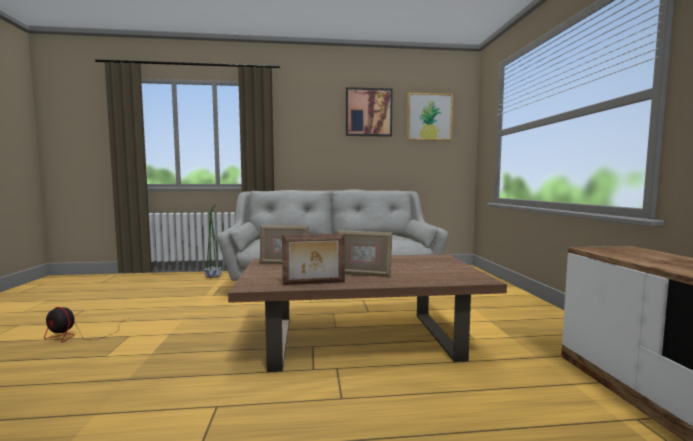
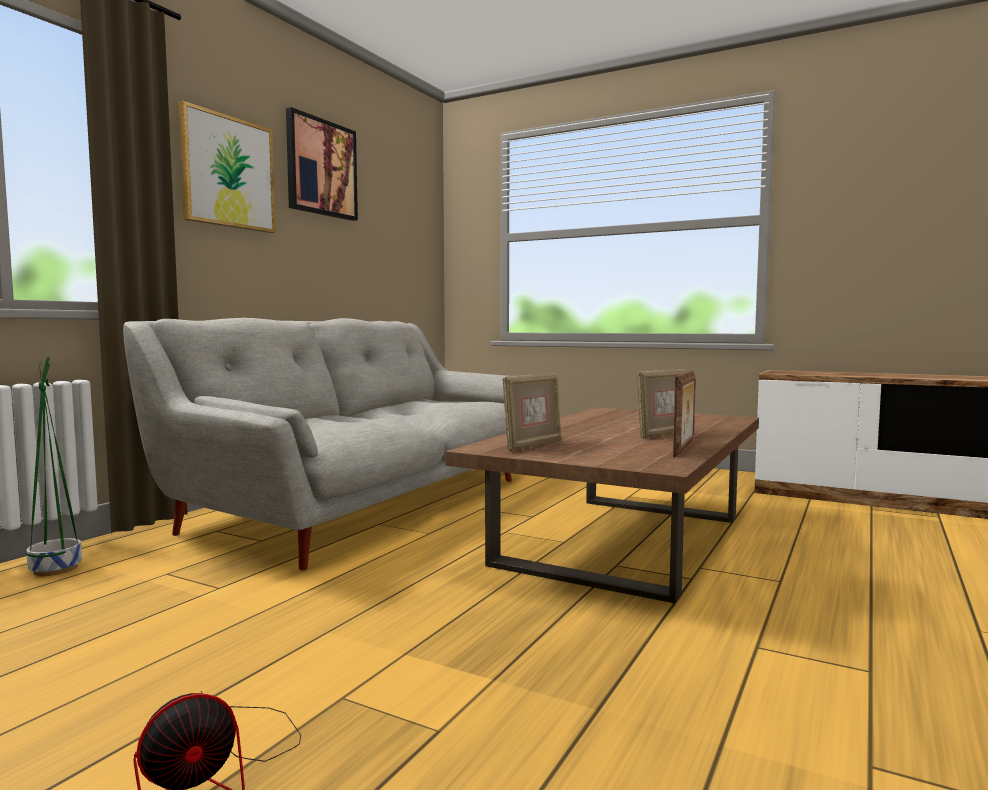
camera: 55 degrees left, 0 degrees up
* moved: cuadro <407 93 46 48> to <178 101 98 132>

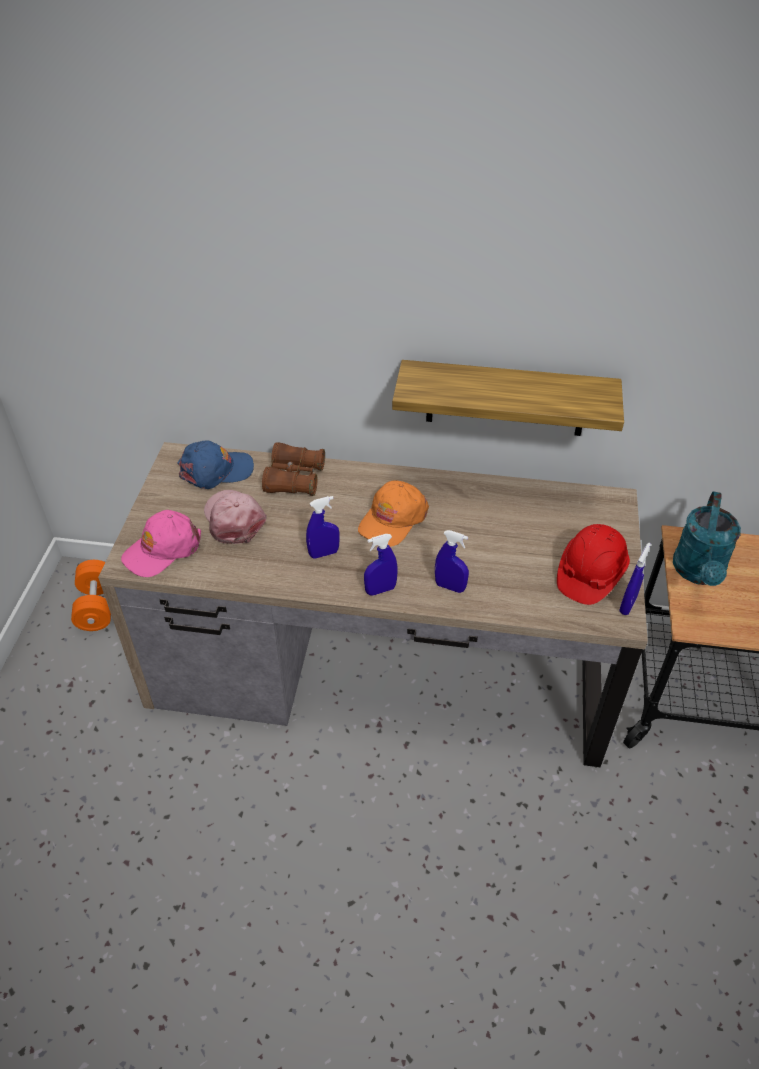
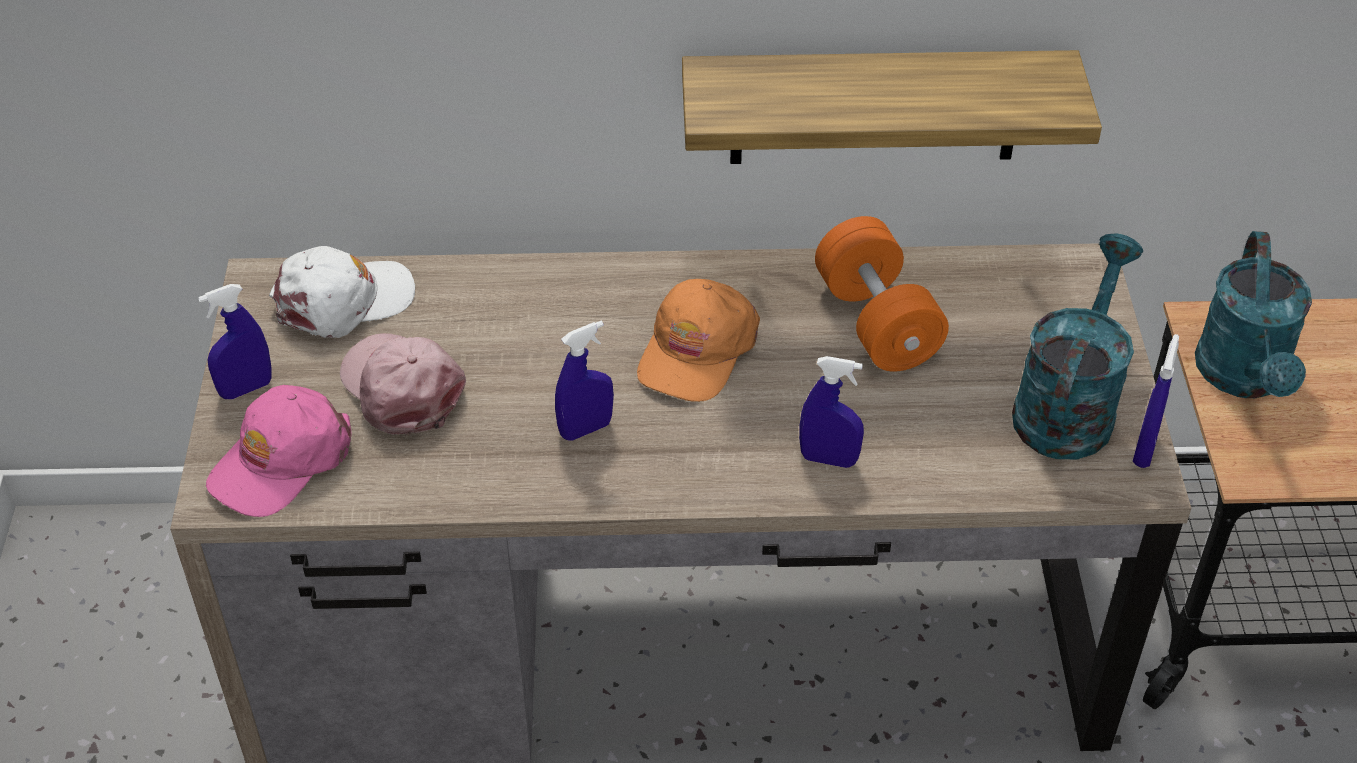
camera: 10 degrees left, 0 degrees up
* recoloured: gorra (azul) <177 440 77 49> to gorra (blanco) <269 246 146 92>
* removed: prismáticos (marrón) <262 442 63 54>
* replaced: casco (rojo) <557 524 73 81> to regadera (turquesa) <1012 233 131 226>
* moved: pulverizador (azul) <364 534 34 62> to <198 284 74 115>
* moved: mancuerna (naranja) <71 560 40 71> to <815 216 134 156>

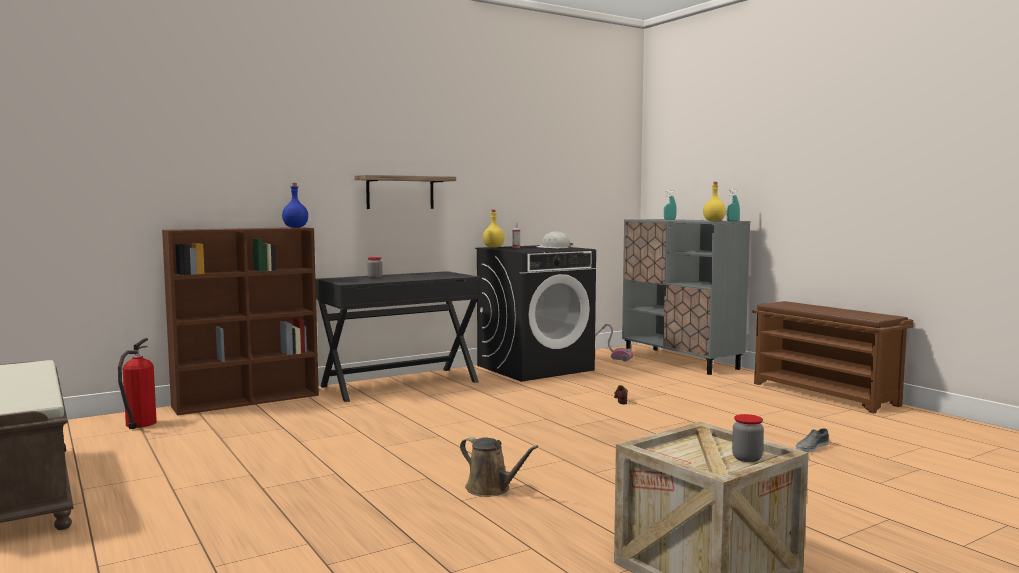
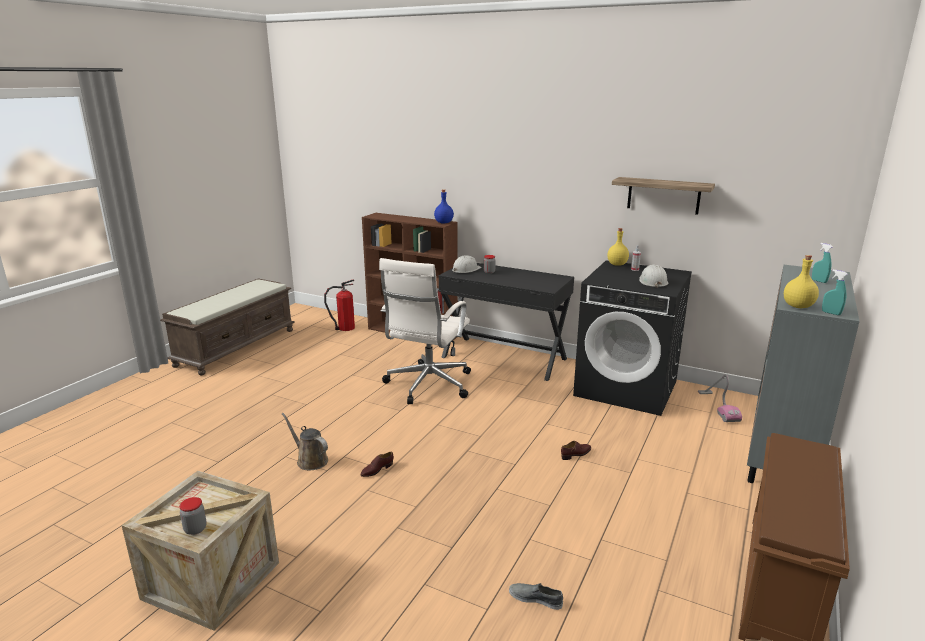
camera: 60 degrees right, 15 degrees up
* moved: estante <354 175 102 34> to <612 177 103 38>
* turned: regadera (marrón) <460 437 79 60> = <282 413 46 57> 120 degrees clockwise
* added: casco (blanco) <452 255 30 18>
* added: silla de oficina (blanco) <379 258 92 146>
* added: zapato (marrón) <360 452 34 25>

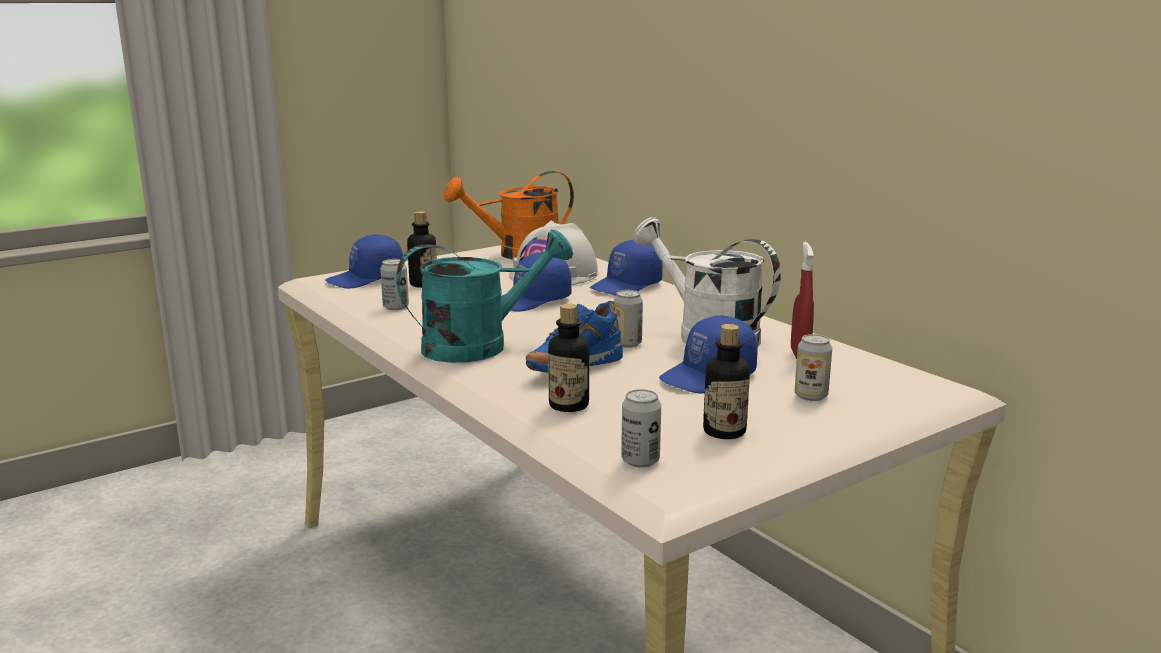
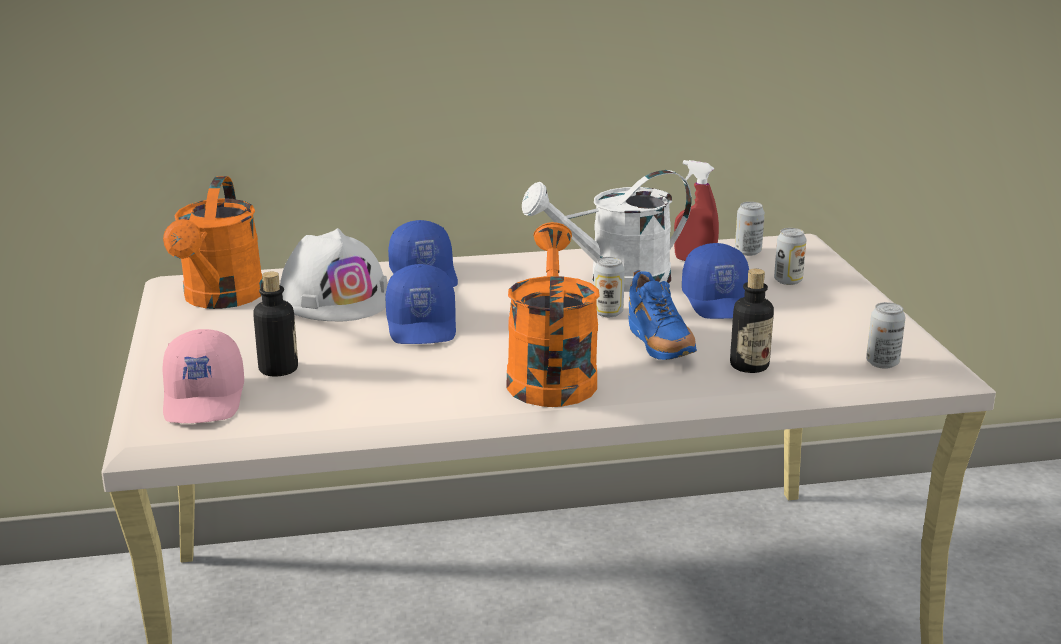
camera: 65 degrees left, 5 degrees up
* recoloured: regadera (turquesa) <396 229 177 134> to regadera (naranja) <507 222 93 185>
* recoloured: gorra (azul) <325 234 78 55> to gorra (rosa) <162 329 82 94>
* moved: lata <380 259 29 51> to <735 202 30 54>
* removed: botella <703 324 47 115>

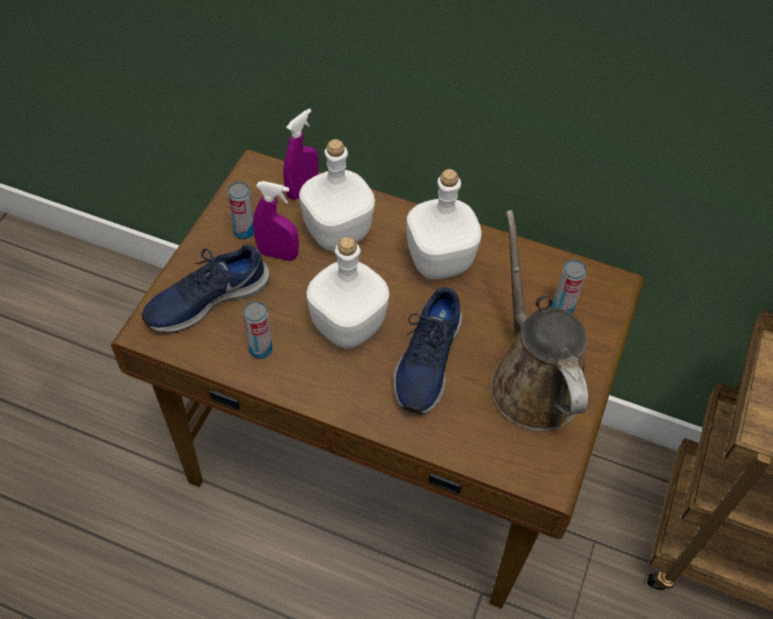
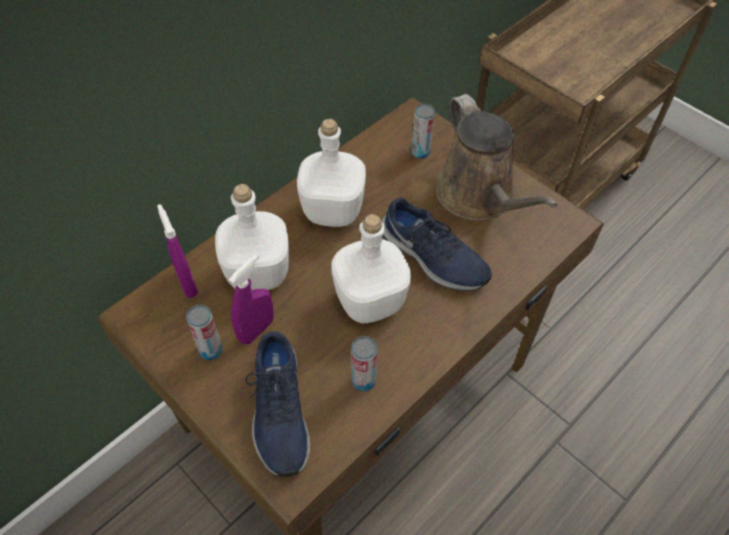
camera: 65 degrees left, 0 degrees up
* turned: regadera (marrón) <490 210 98 222> = <436 94 122 127> 120 degrees counterclockwise

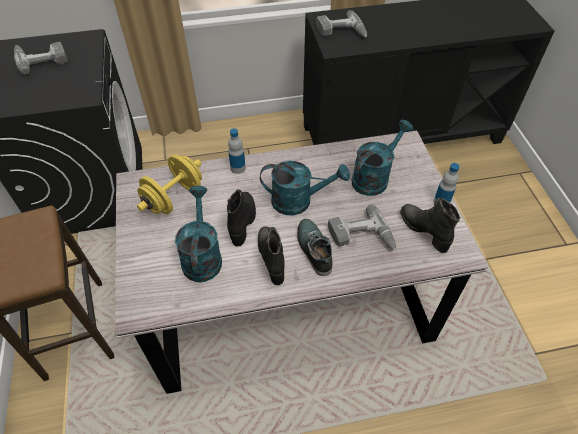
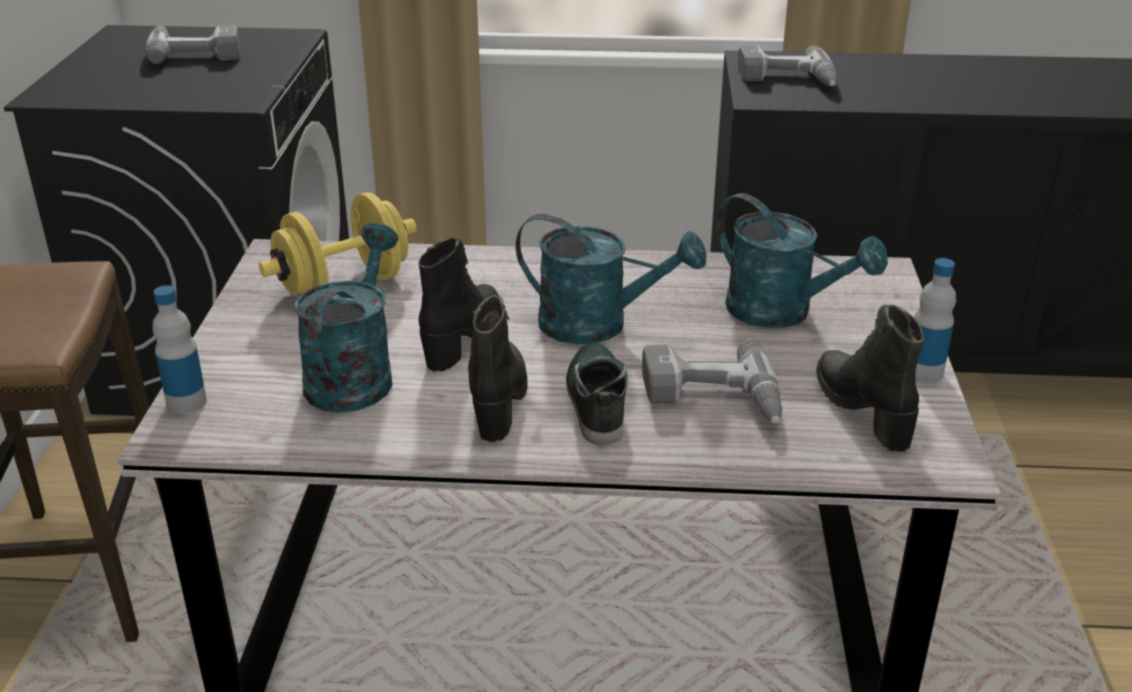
camera: 15 degrees right, 20 degrees down
* turned: regadera (turquesa) <352 120 61 76> = <717 193 171 135> 75 degrees clockwise
* moved: botella <228 128 18 46> to <153 285 54 129>

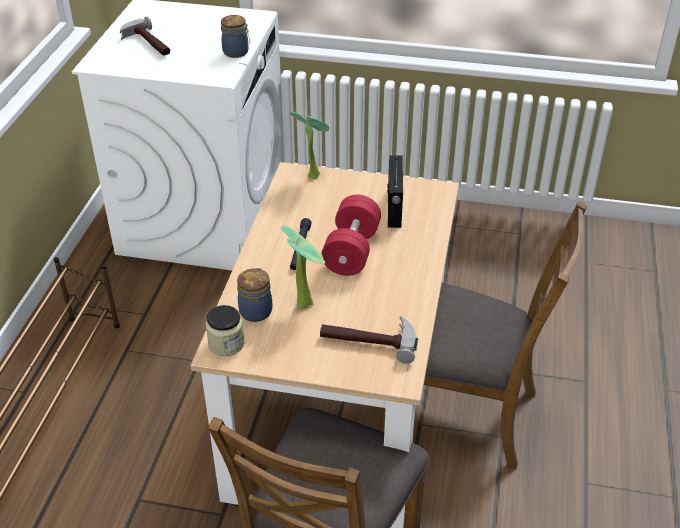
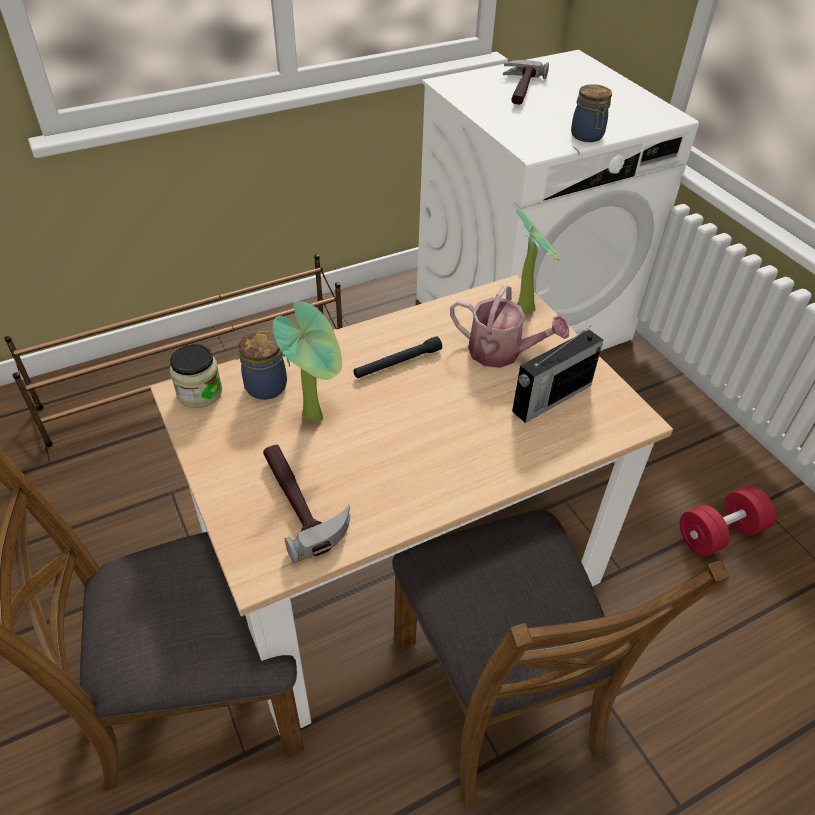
camera: 50 degrees right, 5 degrees up
* moved: mancuerna (rojo) <321 195 60 81> to <680 486 96 70>
* added: regadera <450 285 119 83>

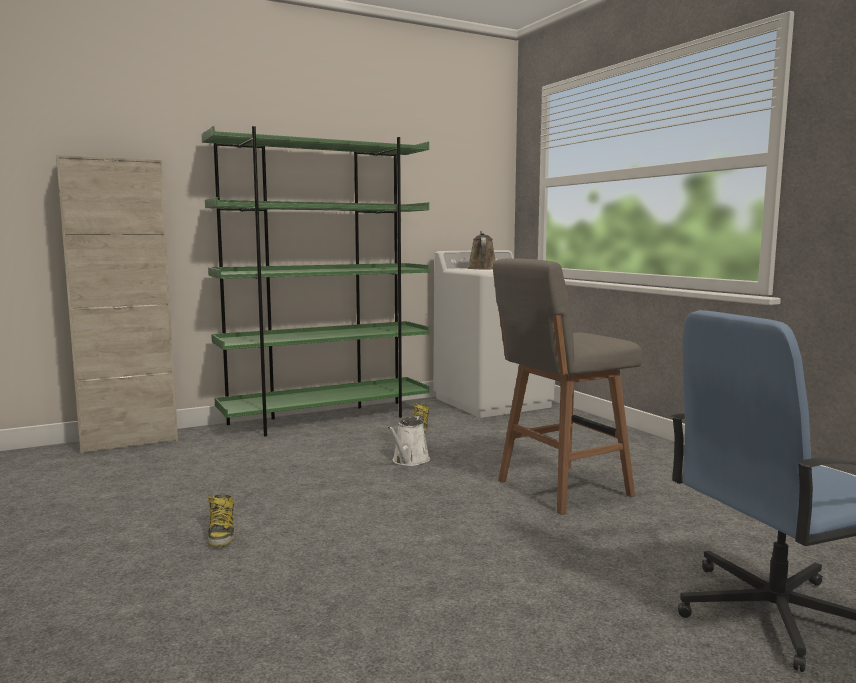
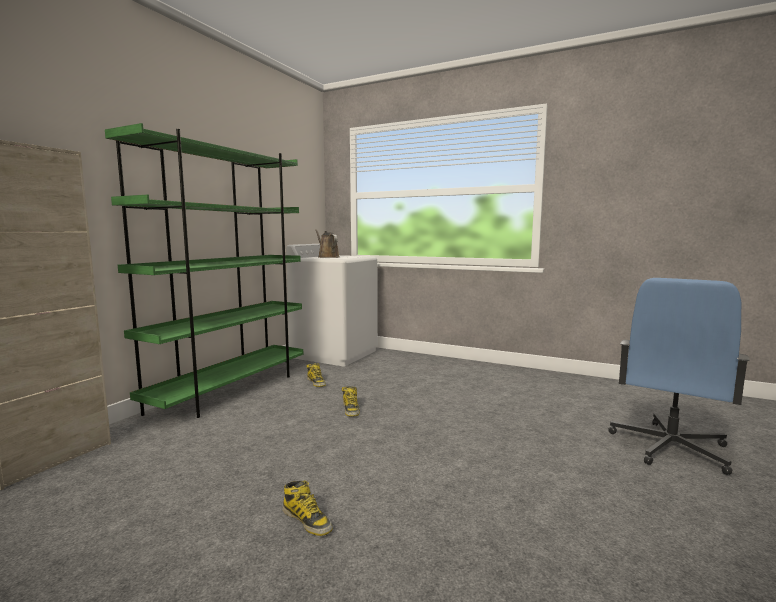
camera: 35 degrees left, 0 degrees up
* removed: taburete (gris) <493 258 149 257>
* replaced: regadera (blanco) <387 416 43 50> to bota <342 386 18 31>

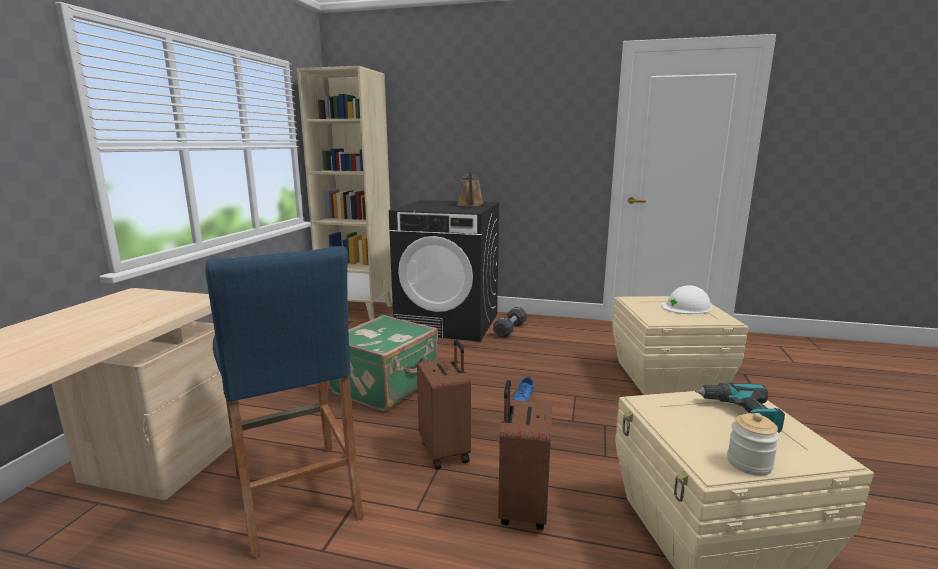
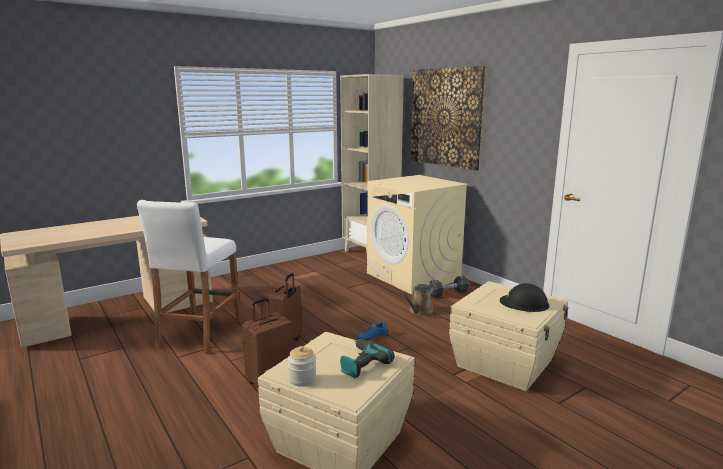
camera: 40 degrees right, 0 degrees up
* moved: regadera (marrón) <457 172 27 35> to <401 283 33 33>
* recoloured: lavadora (negro) <389 200 111 142> to lavadora (beis) <367 175 101 120>
* recoloured: taburete (azul) <205 246 159 312> to taburete (blanco) <137 200 104 154>
* recoloured: casco (blanco) <661 285 51 29> to casco (negro) <500 283 49 29>
* removed: maleta (verde) <329 315 109 96>
* added: cuadro <411 66 75 105>

